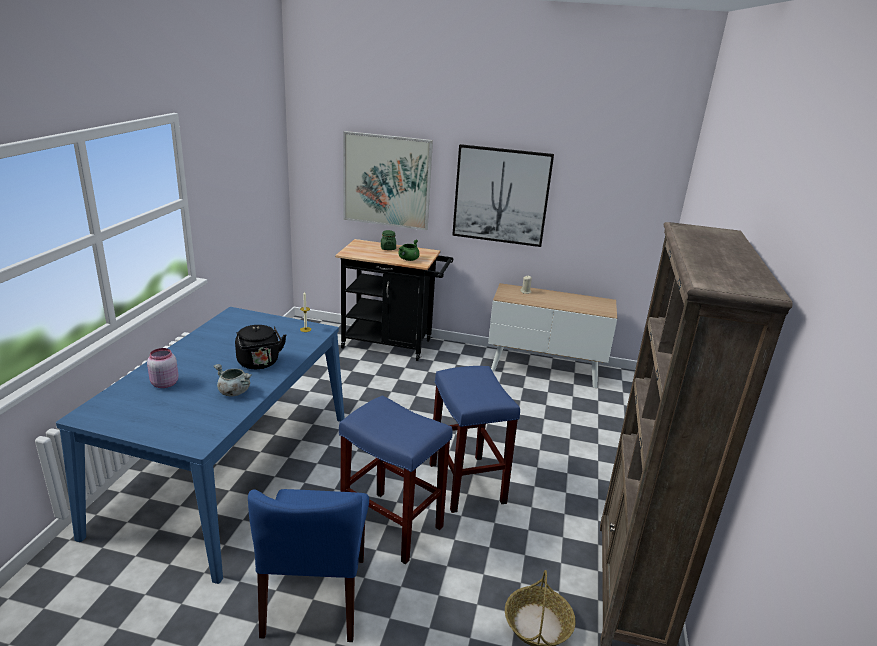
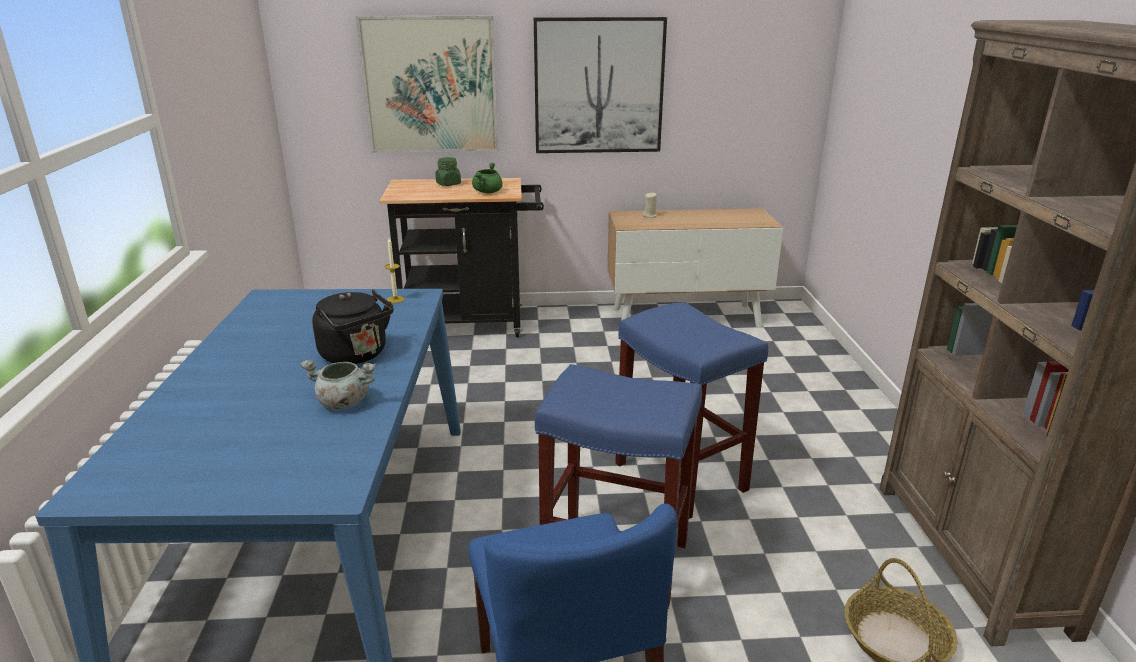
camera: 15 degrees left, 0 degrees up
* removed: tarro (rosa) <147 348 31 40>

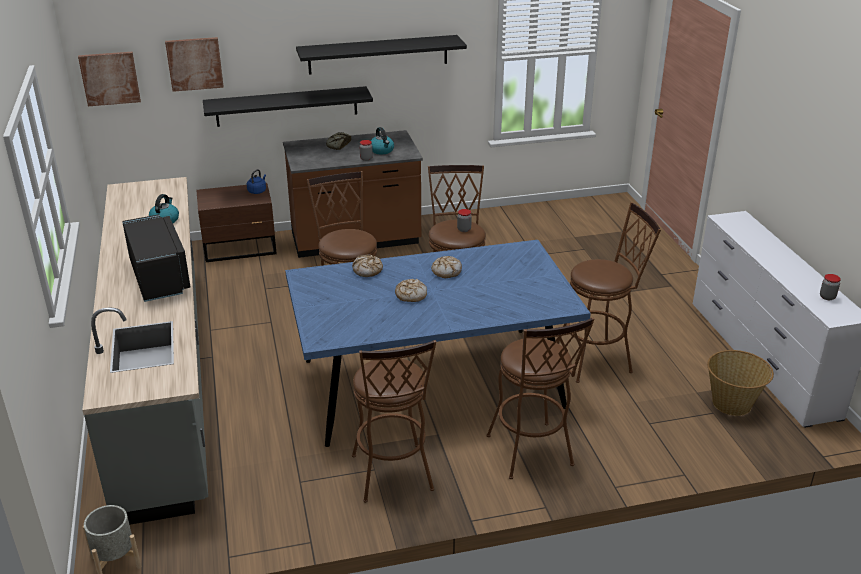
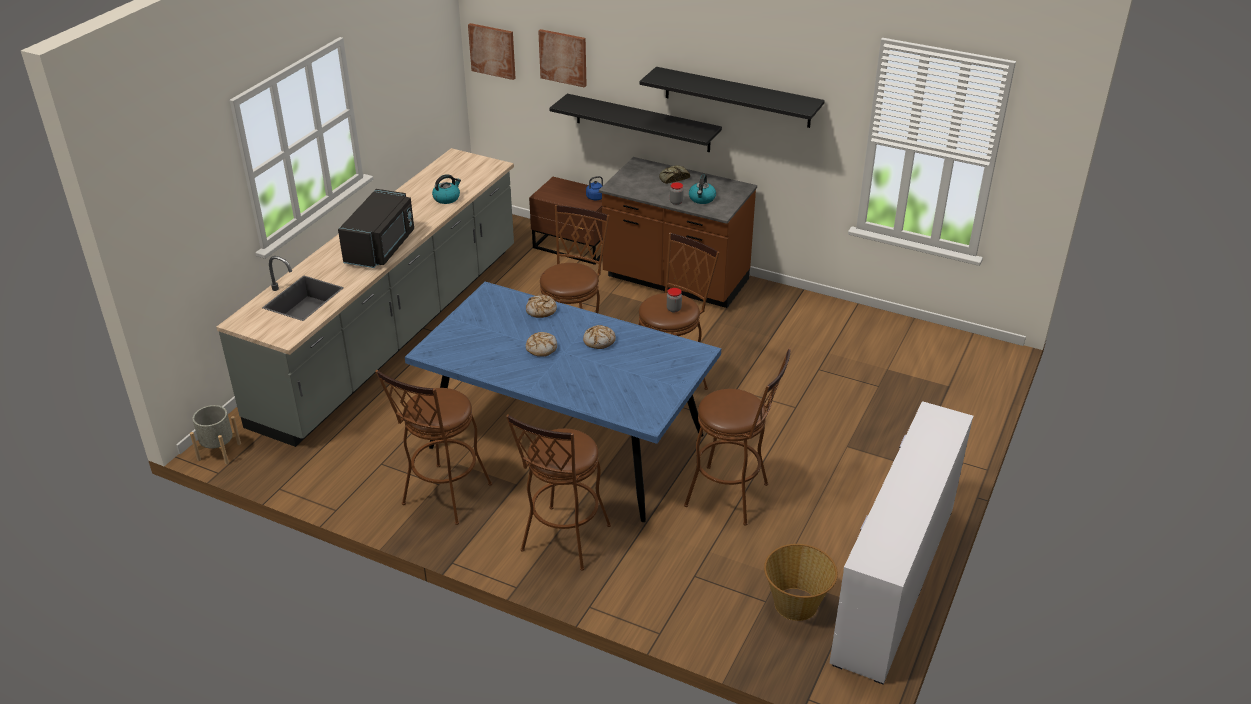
camera: 40 degrees right, 5 degrees up
* removed: tarro <820 274 21 26>

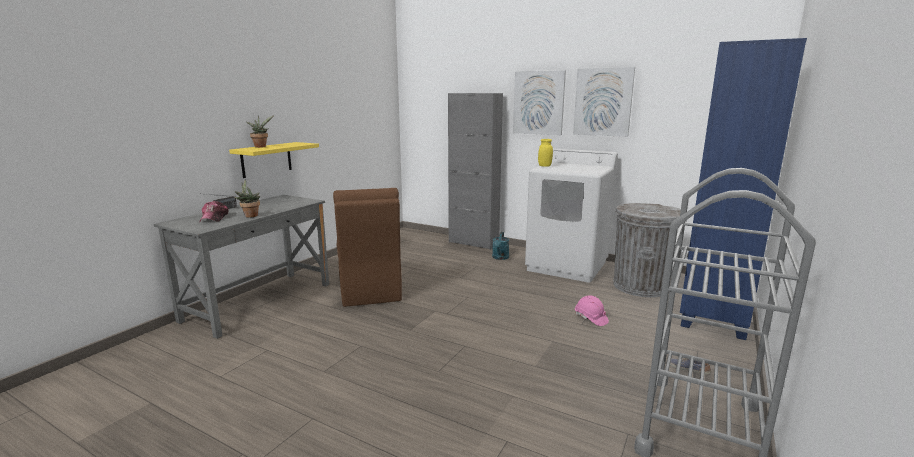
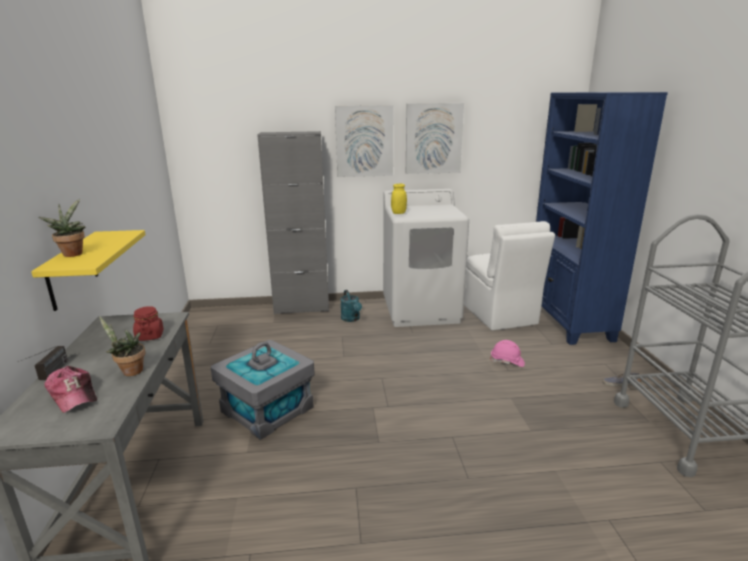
camera: 35 degrees left, 5 degrees up
* replaced: silla (marrón) <333 188 69 119> to caja de almacenaje (gris) <211 340 104 100>
* replaced: papelera (gris) <613 203 68 94> to silla (blanco) <464 221 91 109>
* added: tarro (rojo) <133 306 31 35>

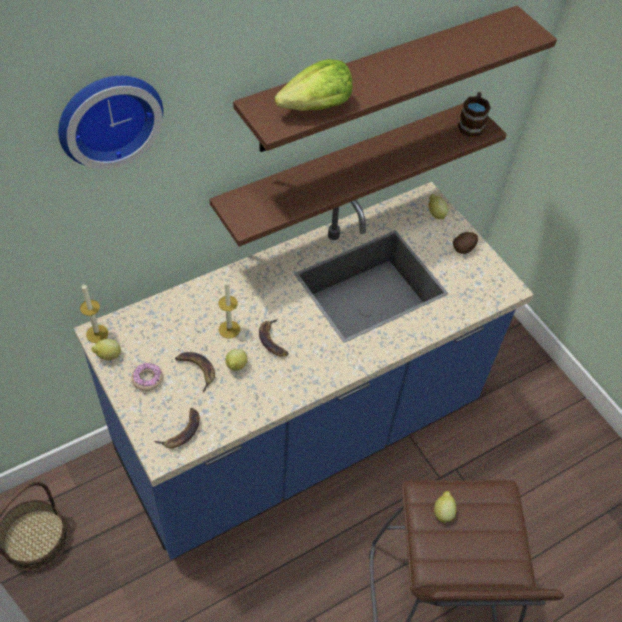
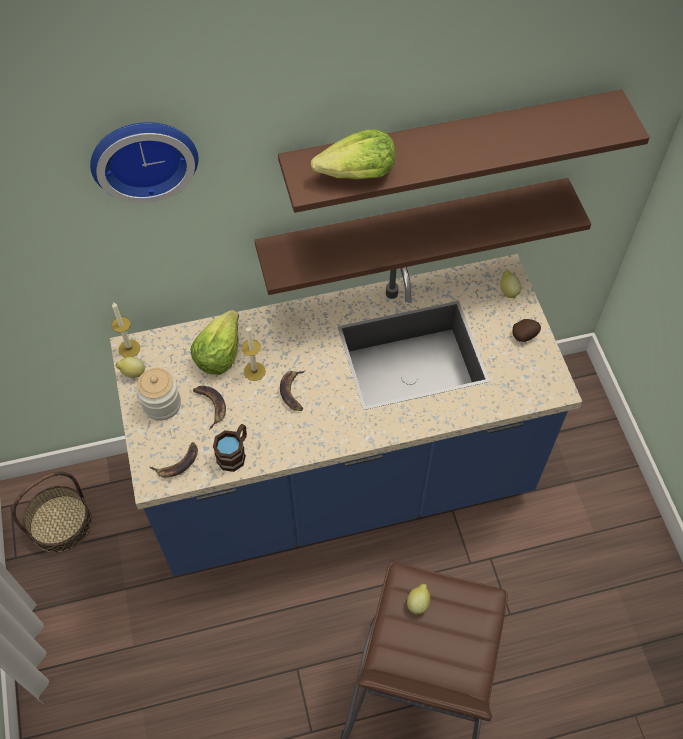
camera: 20 degrees right, 5 degrees up
* moved: taza grande (marrón) <458 92 33 45> to <213 424 34 48>
* removed: limón <225 349 23 22>
* replaced: rosquilla <132 363 31 28> to tarro <136 368 45 52>
* added: lechuga <190 310 49 65>

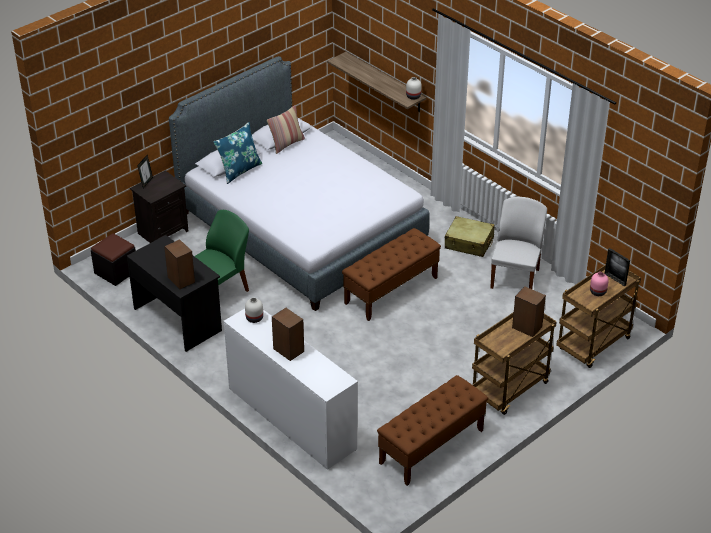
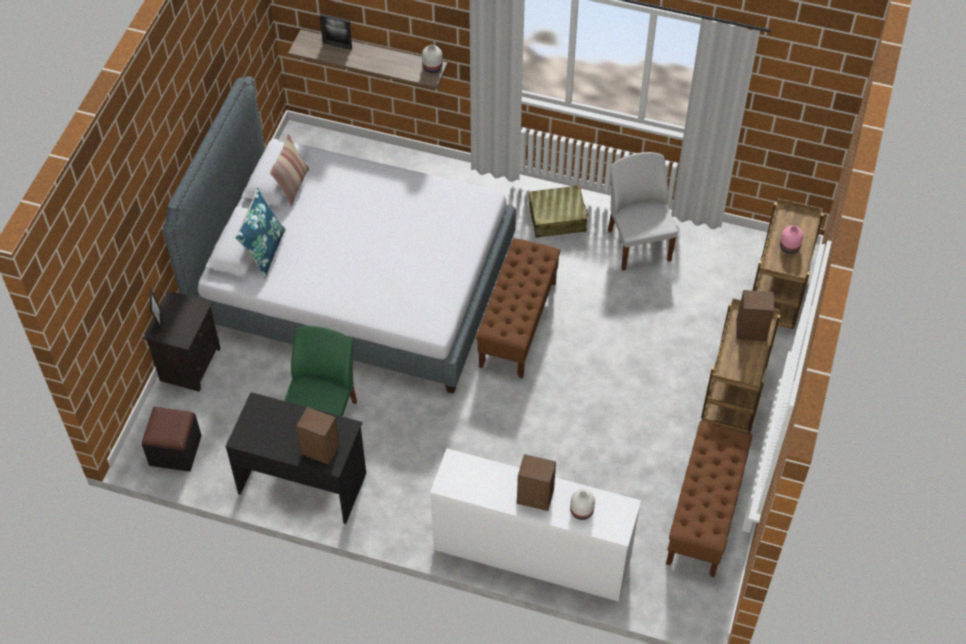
camera: 30 degrees left, 15 degrees up
* moved: portarretratos <605 248 25 38> to <320 14 32 36>
* moved: florero (blanco) <245 297 18 26> to <570 489 25 31>

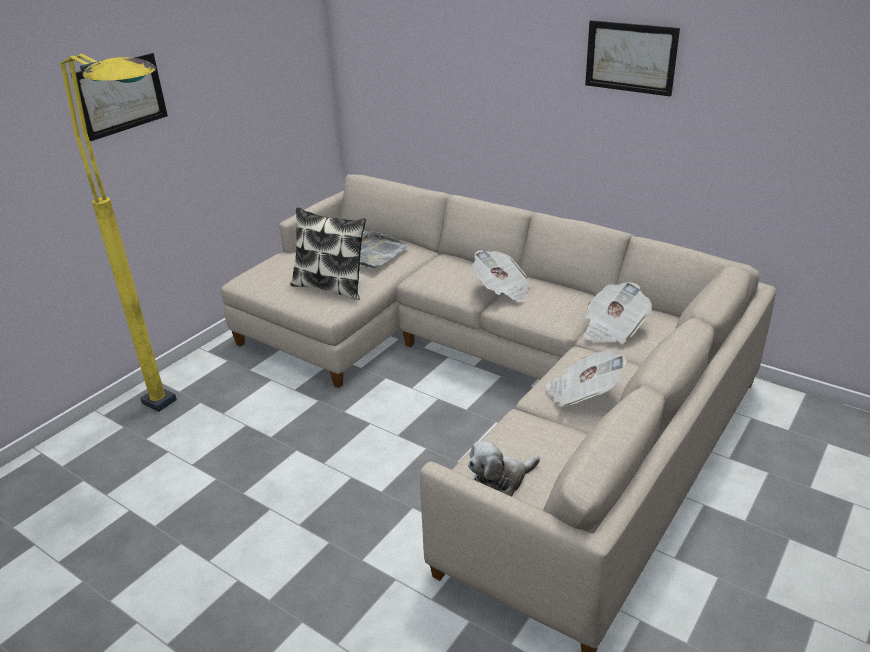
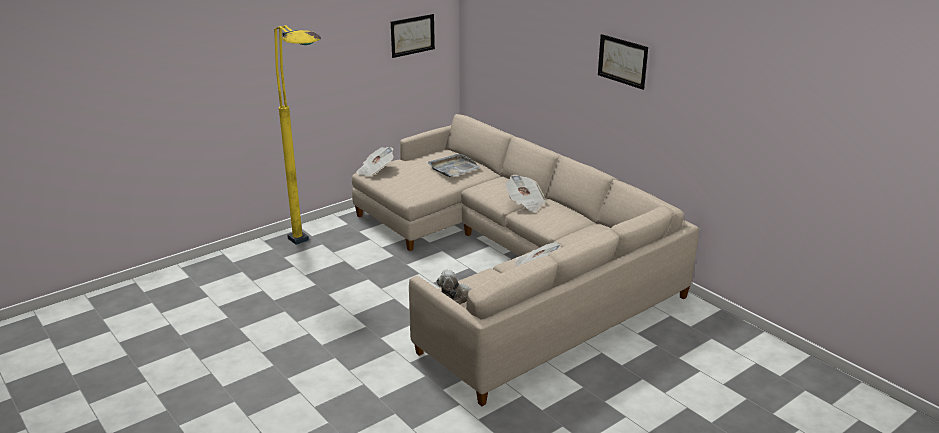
camera: 15 degrees right, 5 degrees down
* moved: cuadro <71 53 97 88> to <391 14 44 44>
* removed: cojín <290 207 76 93>
* moved: periódico <584 282 68 62> to <356 147 38 30>

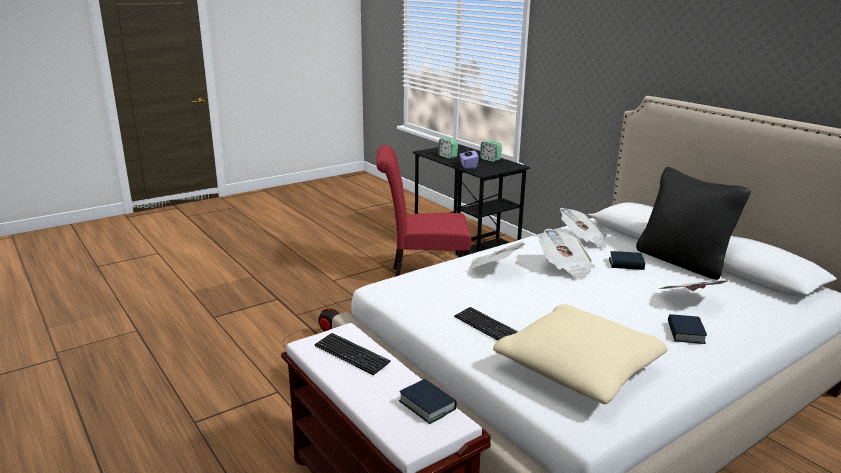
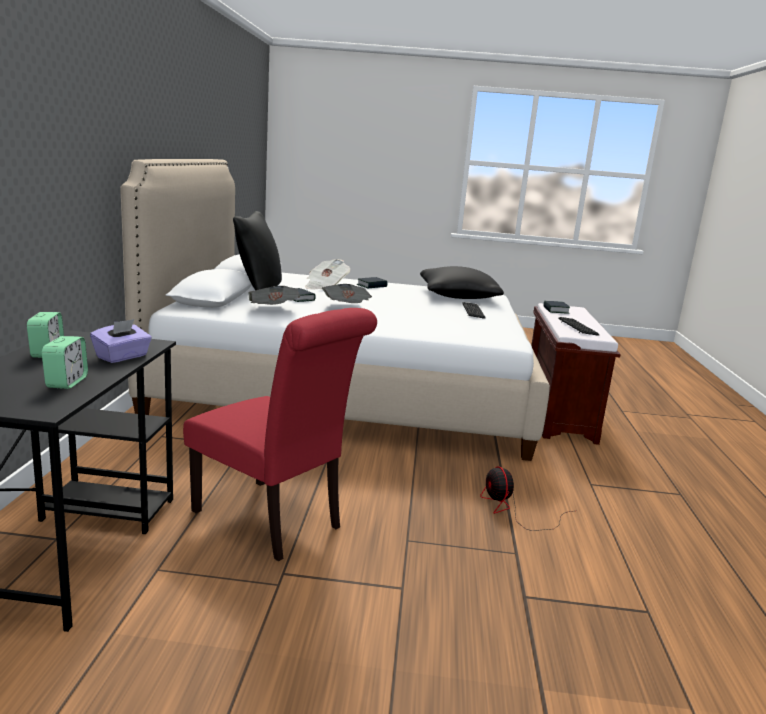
camera: 140 degrees left, 5 degrees down
* removed: periódico <469 241 56 28>
* recoloured: cojín (beis) <493 304 175 100> to cojín (negro) <420 266 84 33>

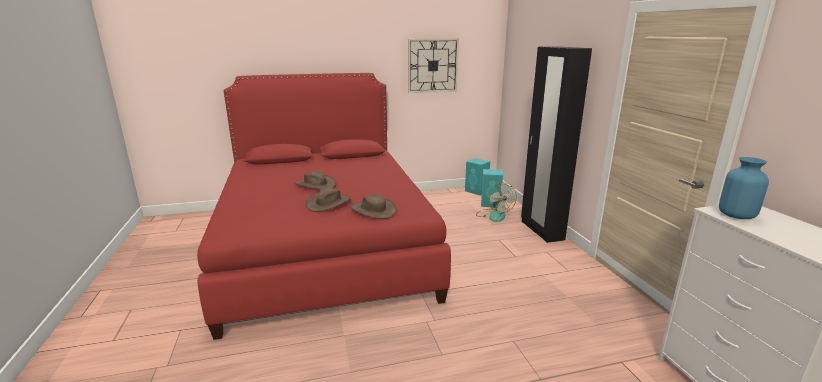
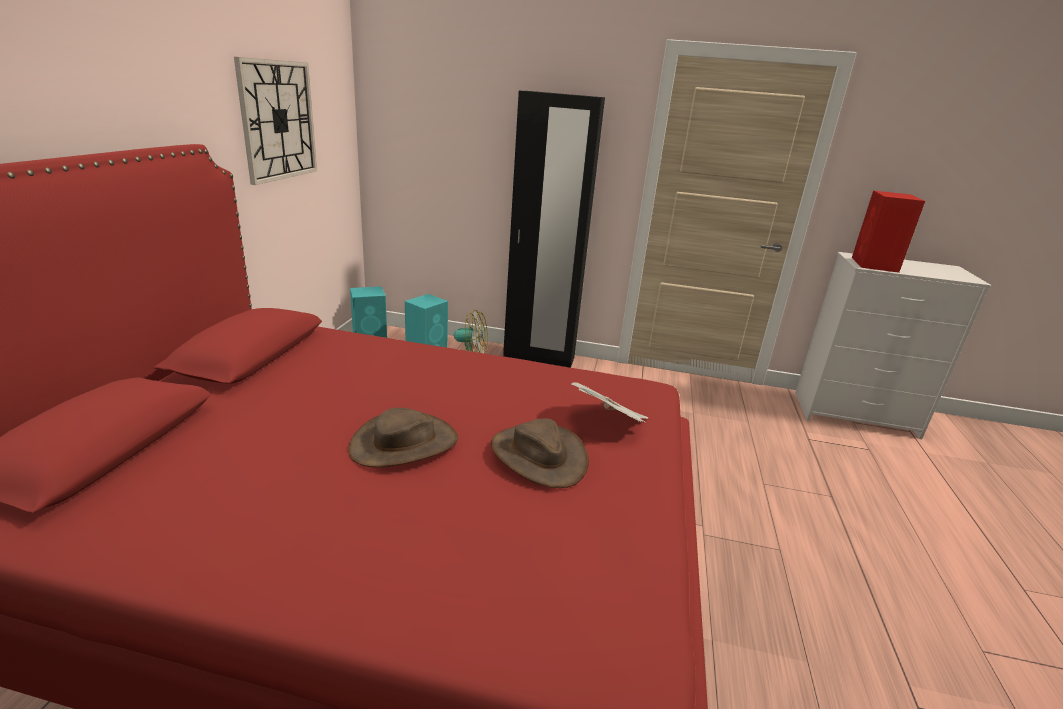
camera: 65 degrees left, 5 degrees up
* replaced: florero (azul) <719 157 50 62> to altavoz (rojo) <852 191 73 82>
* replaced: sombrero (marrón) <350 194 47 25> to periódico <571 382 77 40>

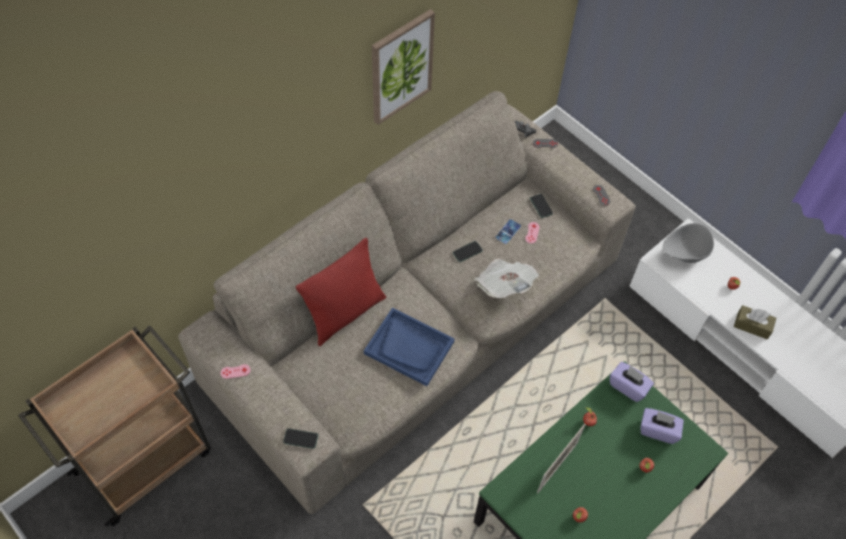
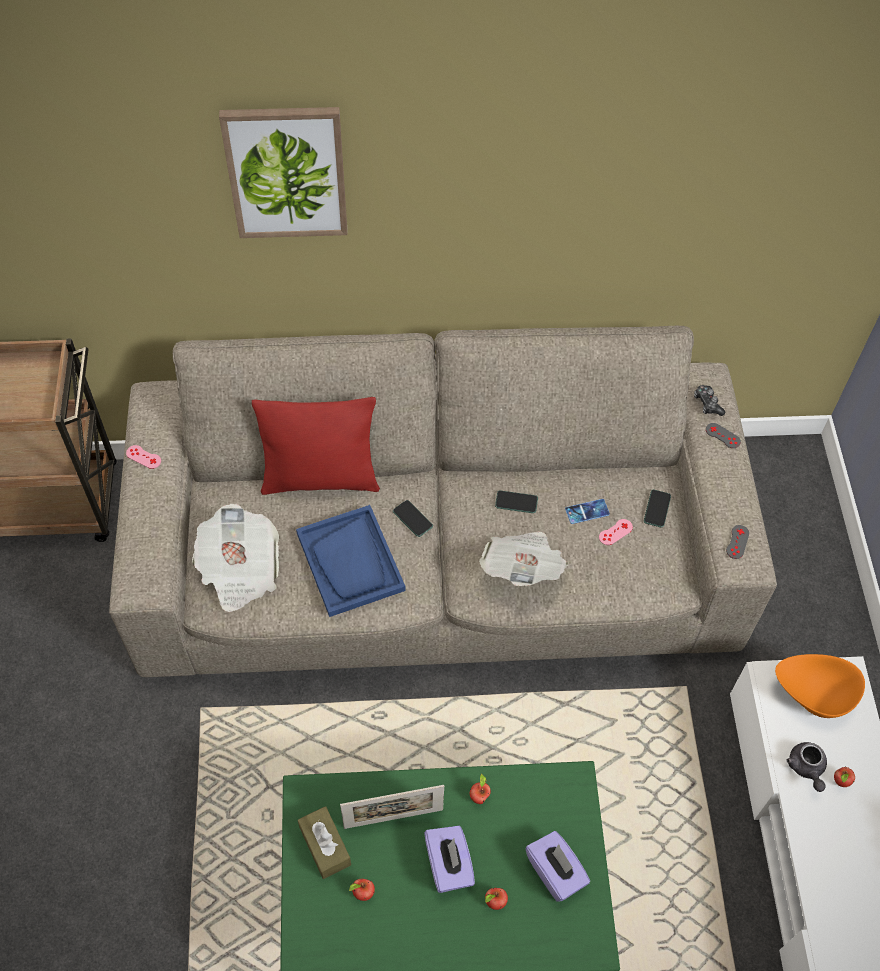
camera: 40 degrees right, 0 degrees up
* moved: cuadro <372 9 63 116> to <219 107 128 131>
* recoloured: cuenco (gris) <663 223 51 40> to cuenco (naranja) <775 654 90 64>
* moved: caja de pañuelos (marrón) <734 305 42 34> to <298 806 53 73>
* moved: caja de pañuelos (morado) <610 362 44 40> to <424 826 51 67>
* moved: móvil <283 428 35 21> to <393 500 40 37>
* added: periódico <192 504 87 108>
* added: tetera (gris) <786 742 41 50>

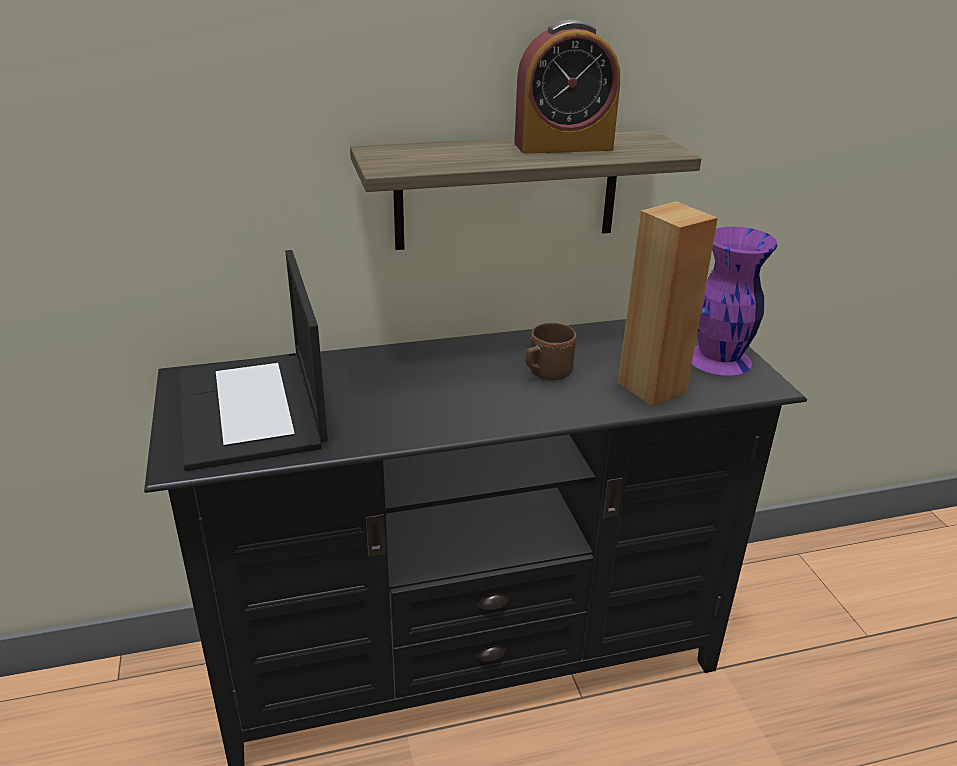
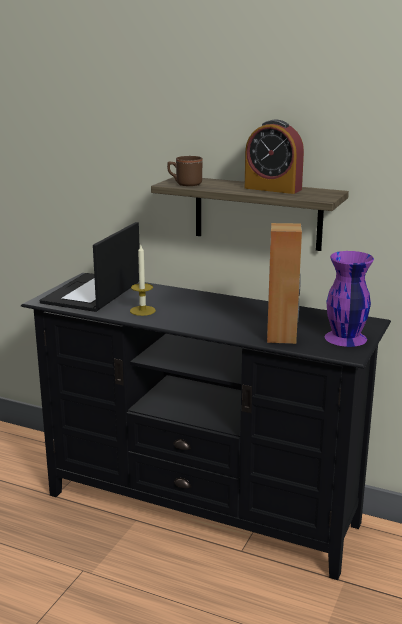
camera: 40 degrees right, 10 degrees down
* moved: taza grande (marrón) <526 323 50 58> to <167 156 36 30>
* added: vela <130 245 26 71>

